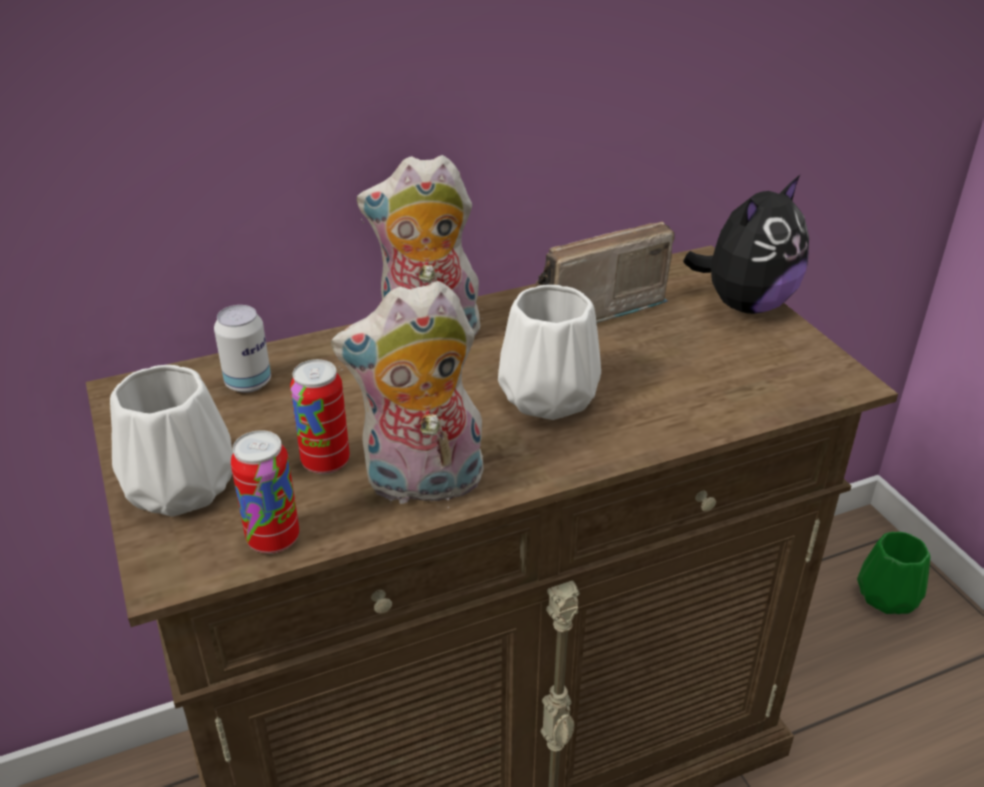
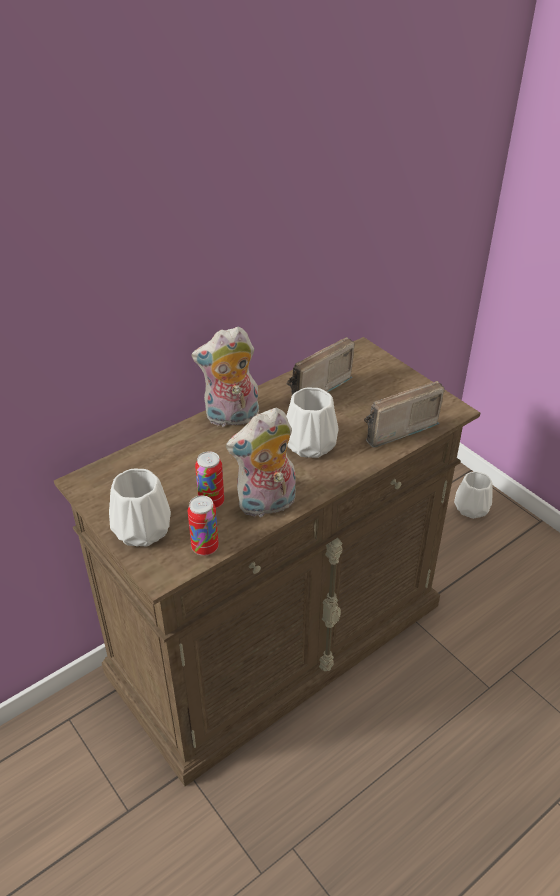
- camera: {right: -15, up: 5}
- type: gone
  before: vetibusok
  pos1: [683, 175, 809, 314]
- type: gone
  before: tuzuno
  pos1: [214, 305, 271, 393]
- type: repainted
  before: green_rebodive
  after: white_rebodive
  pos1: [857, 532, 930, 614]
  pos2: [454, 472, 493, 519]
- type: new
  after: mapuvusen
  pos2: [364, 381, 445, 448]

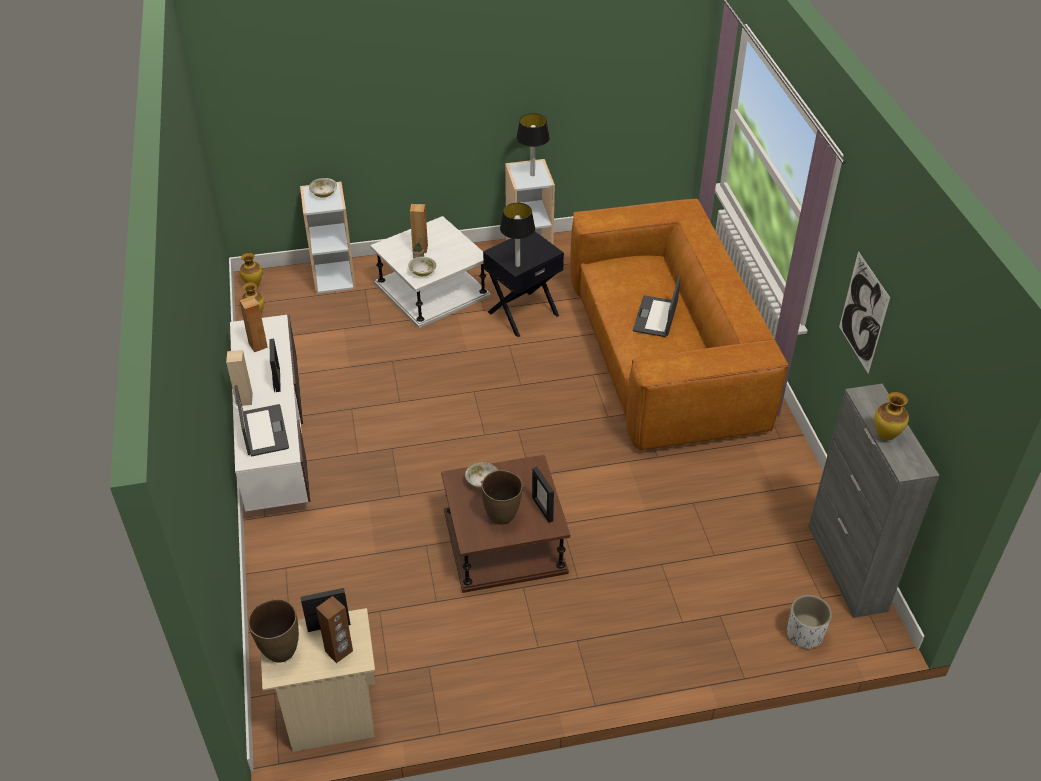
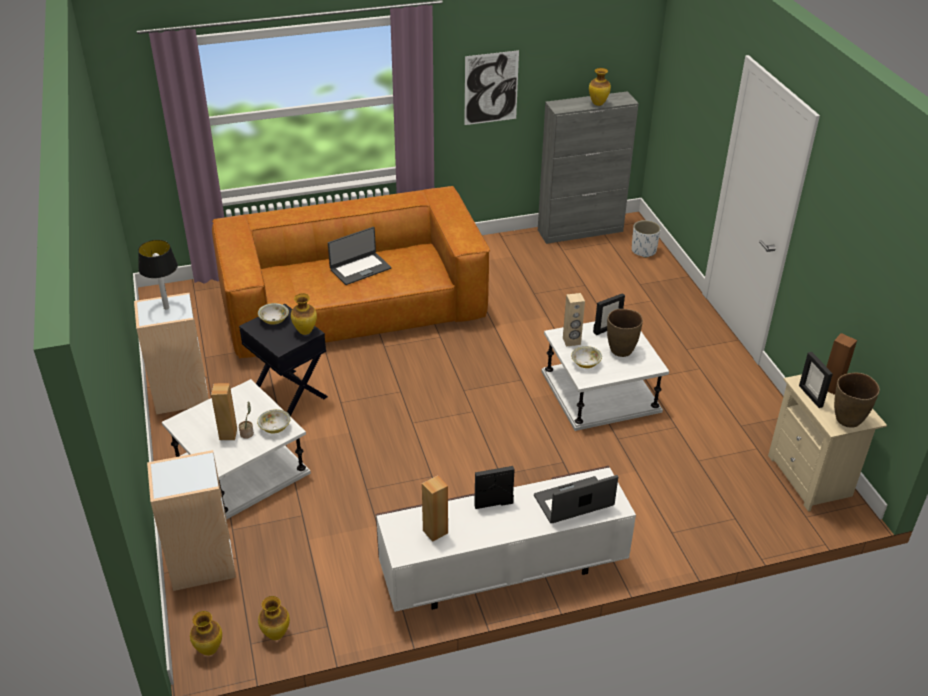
- camera: {right: -95, up: -5}
- type: shifted
  before: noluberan
  pos1: [309, 178, 337, 198]
  pos2: [258, 303, 289, 325]
- type: swapped
  before: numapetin
  after: rebodive
  pos1: [500, 203, 535, 267]
  pos2: [291, 294, 317, 335]
- type: rotated
  before: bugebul
  pos1: [633, 275, 681, 337]
  pos2: [328, 227, 391, 285]
  turn: -45
- type: shifted
  before: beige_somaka
  pos1: [226, 350, 253, 406]
  pos2: [563, 293, 585, 347]
- type: repainted
  before: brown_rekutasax
  after: white_rekutasax
  pos1: [441, 455, 570, 593]
  pos2: [541, 321, 669, 431]

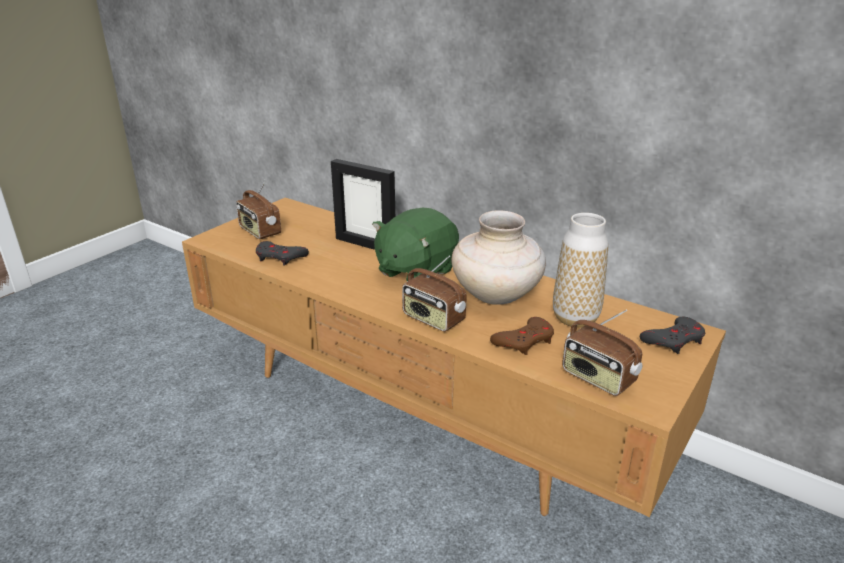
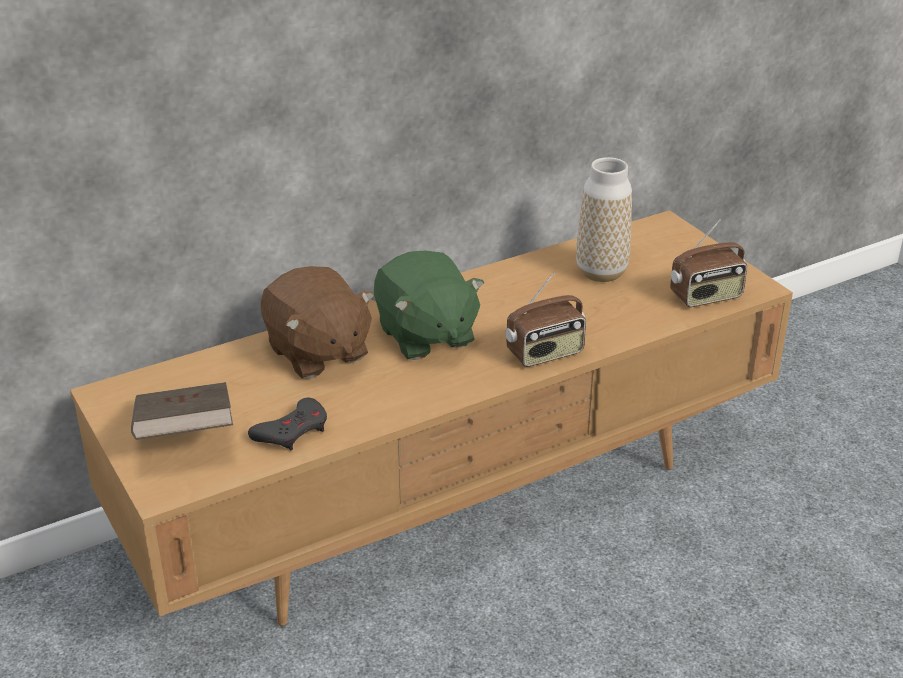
- camera: {right: -65, up: 5}
- type: swapped
  before: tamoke
  after: brown_vetibusok
  pos1: [331, 159, 395, 250]
  pos2: [261, 266, 374, 379]
- type: swapped
  before: mapuvusen
  after: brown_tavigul
  pos1: [236, 180, 281, 239]
  pos2: [131, 382, 233, 440]
- type: gone
  before: beige_rebodive
  pos1: [451, 210, 546, 305]
- type: gone
  before: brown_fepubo
  pos1: [490, 317, 554, 355]
- type: gone
  before: grey_fepubo
  pos1: [640, 317, 705, 354]

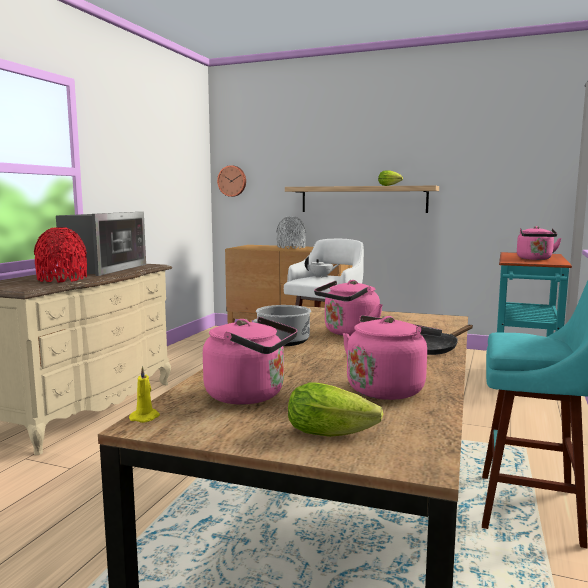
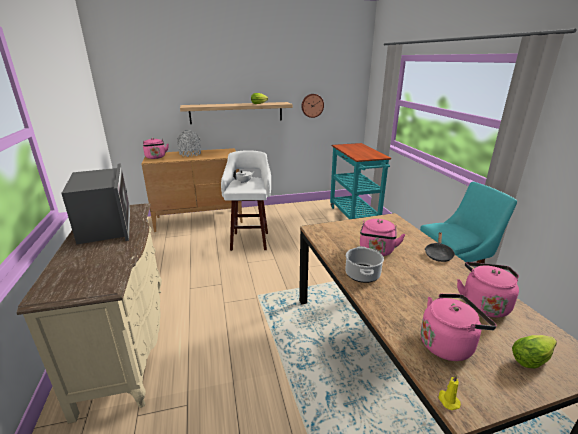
- camera: {right: -35, up: 15}
- type: shifted
  before: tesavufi
  pos1: [217, 165, 246, 197]
  pos2: [301, 94, 324, 118]
- type: shifted
  before: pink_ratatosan
  pos1: [517, 226, 562, 260]
  pos2: [143, 138, 169, 159]
- type: gone
  before: red_rebodive
  pos1: [34, 227, 87, 283]

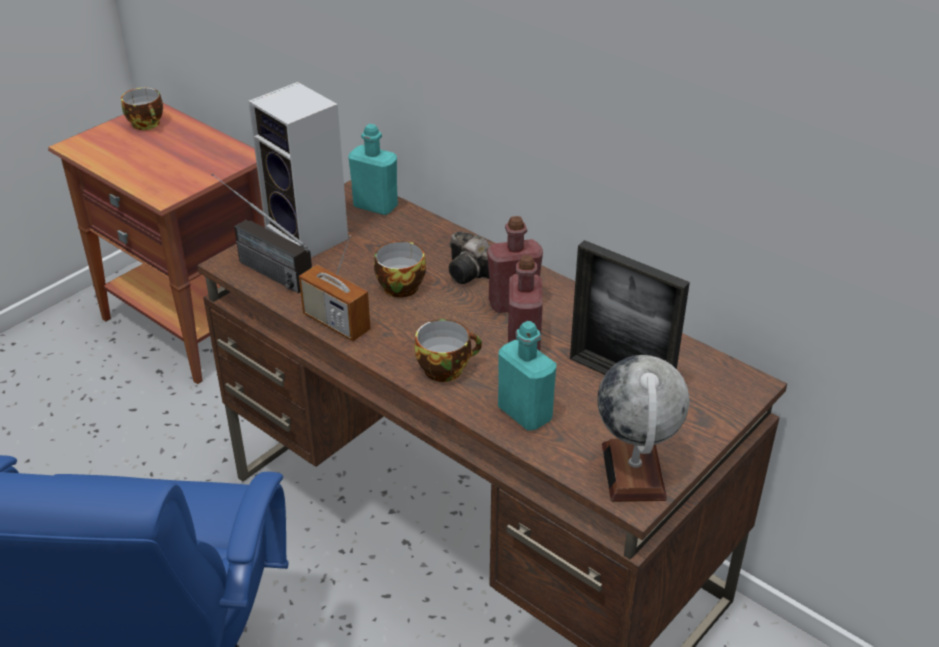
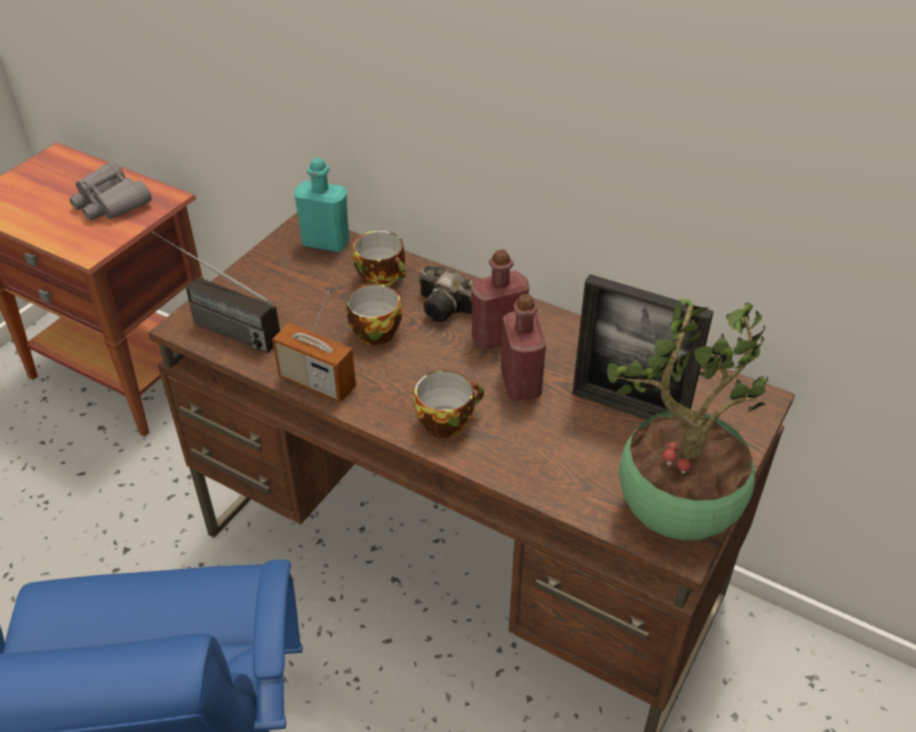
- camera: {right: -10, up: 5}
- type: gone
  before: somaka
  pos1: [248, 82, 348, 258]
- type: shifted
  before: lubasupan
  pos1: [121, 88, 163, 130]
  pos2: [353, 231, 406, 286]
- type: gone
  before: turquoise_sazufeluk
  pos1: [498, 321, 557, 431]
- type: swapped
  before: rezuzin
  after: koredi
  pos1: [598, 355, 689, 502]
  pos2: [607, 298, 768, 540]
- type: new
  after: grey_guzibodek
  pos2: [69, 161, 152, 221]

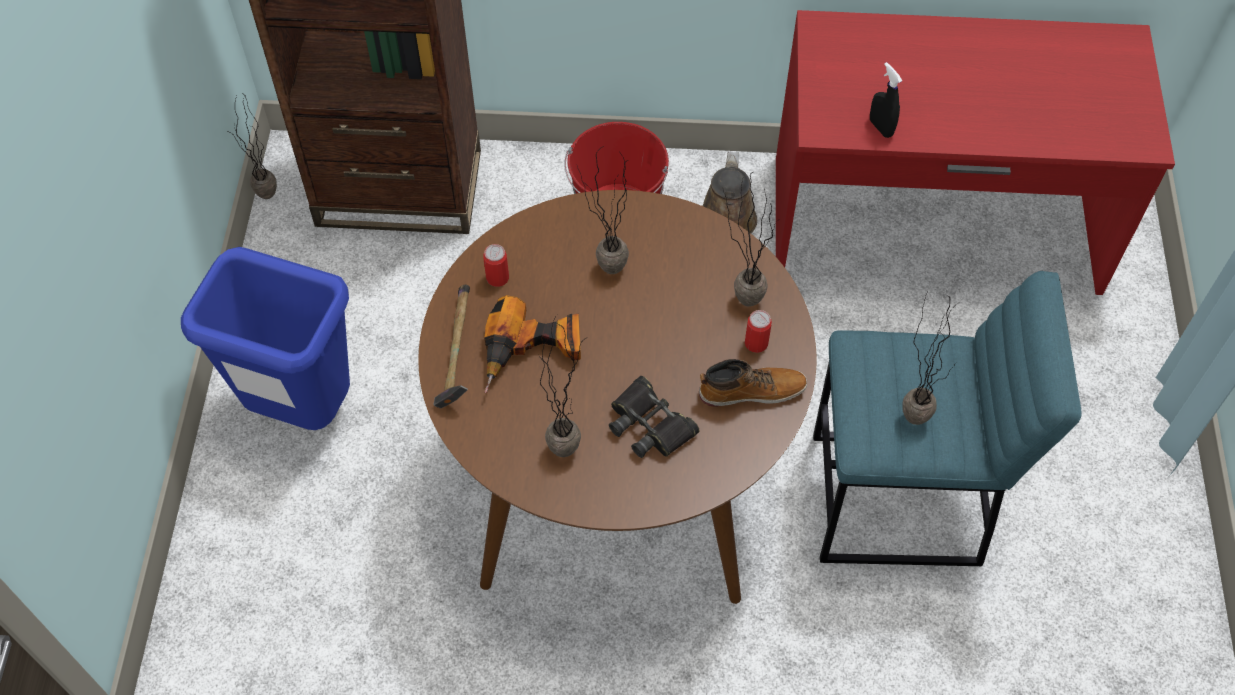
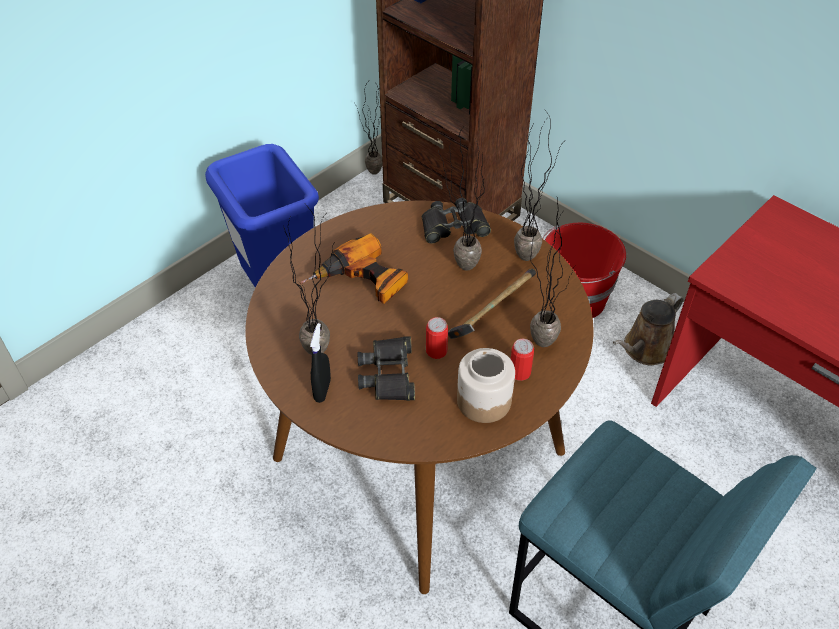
- camera: {right: 40, up: -10}
- type: shifted
  before: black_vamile
  pos1: [870, 62, 902, 138]
  pos2: [310, 323, 331, 403]
- type: shifted
  before: tuzuno
  pos1: [483, 244, 509, 287]
  pos2: [426, 317, 448, 359]
- type: shifted
  before: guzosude
  pos1: [434, 285, 470, 409]
  pos2: [448, 269, 536, 339]
- type: shifted
  before: koredi
  pos1: [902, 296, 960, 425]
  pos2: [514, 110, 567, 261]
- type: swapped
  before: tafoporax
  after: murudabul
  pos1: [699, 359, 807, 407]
  pos2: [457, 348, 515, 423]
- type: new
  after: black_guzibodek
  pos2: [422, 198, 491, 244]

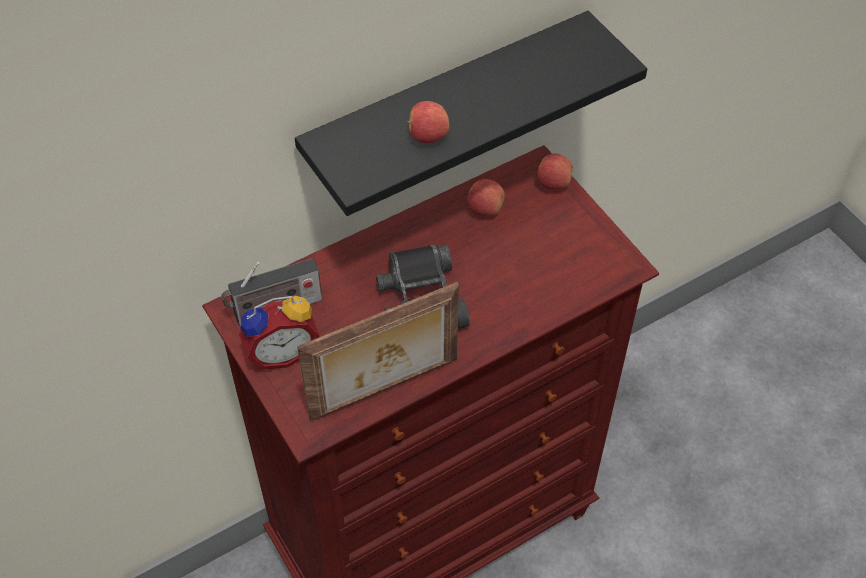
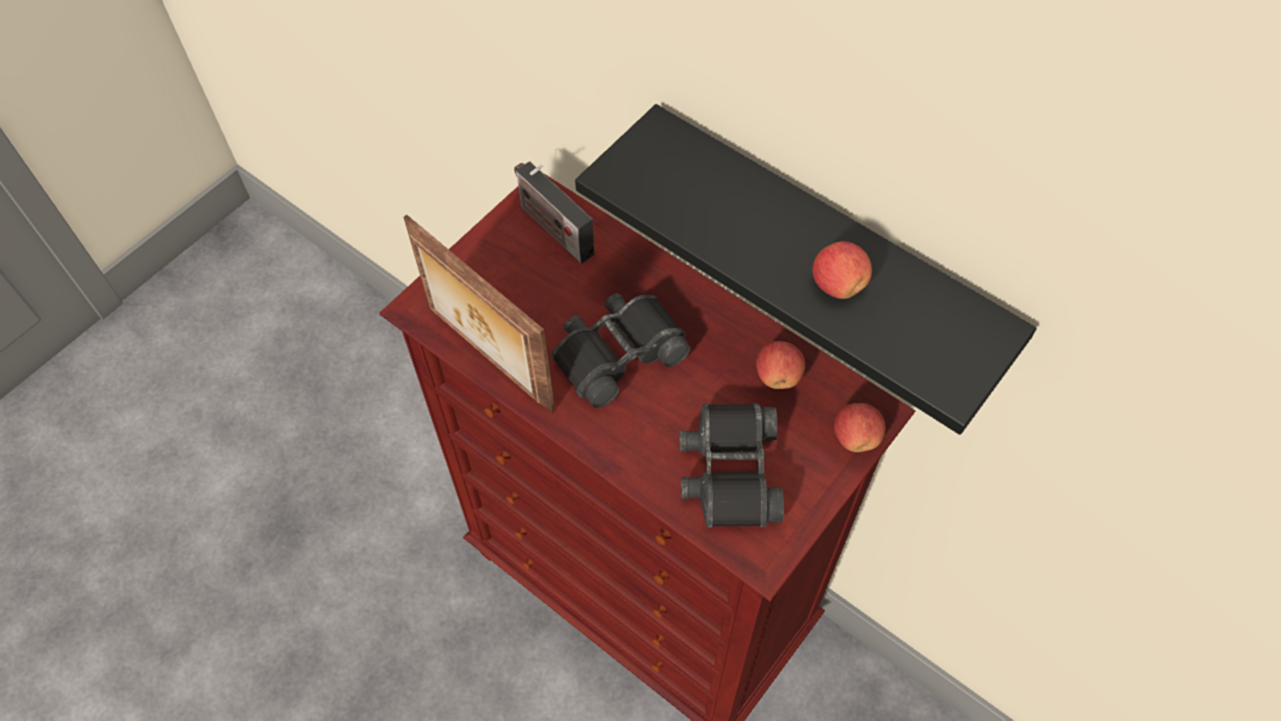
- camera: {right: 70, up: 5}
- type: shifted
  before: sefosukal
  pos1: [407, 101, 449, 144]
  pos2: [812, 241, 872, 299]
- type: gone
  before: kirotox
  pos1: [239, 296, 320, 369]
- type: new
  after: black_guzibodek
  pos2: [680, 403, 784, 528]

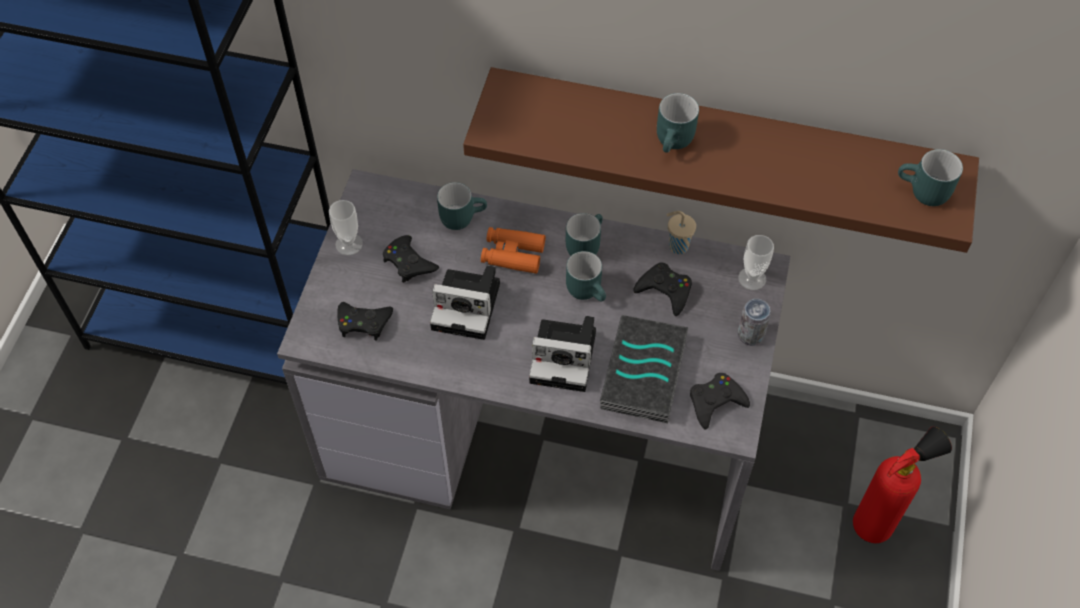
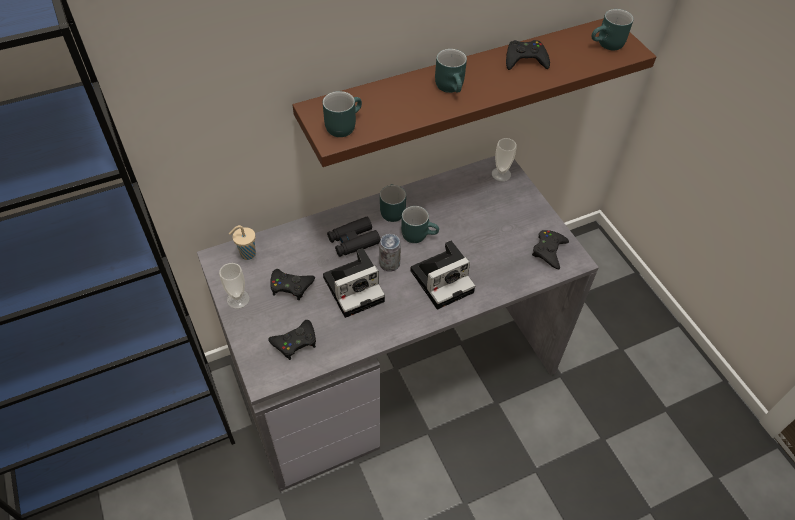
- camera: {right: -40, up: -5}
- type: shifted
  before: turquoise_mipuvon
  pos1: [437, 182, 487, 230]
  pos2: [323, 91, 362, 137]
- type: shifted
  before: beige_lubasupan
  pos1: [666, 211, 696, 254]
  pos2: [229, 225, 256, 260]
- type: repainted
  before: orange_guzibodek
  after: black_guzibodek
  pos1: [481, 227, 545, 274]
  pos2: [327, 217, 381, 257]
- type: shifted
  before: black_fepubo
  pos1: [634, 262, 692, 316]
  pos2: [506, 40, 550, 70]
- type: shifted
  before: tuzuno
  pos1: [737, 299, 771, 346]
  pos2: [379, 234, 401, 272]
- type: gone
  before: tavigul
  pos1: [600, 315, 688, 423]
- type: gone
  before: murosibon
  pos1: [853, 427, 952, 543]

